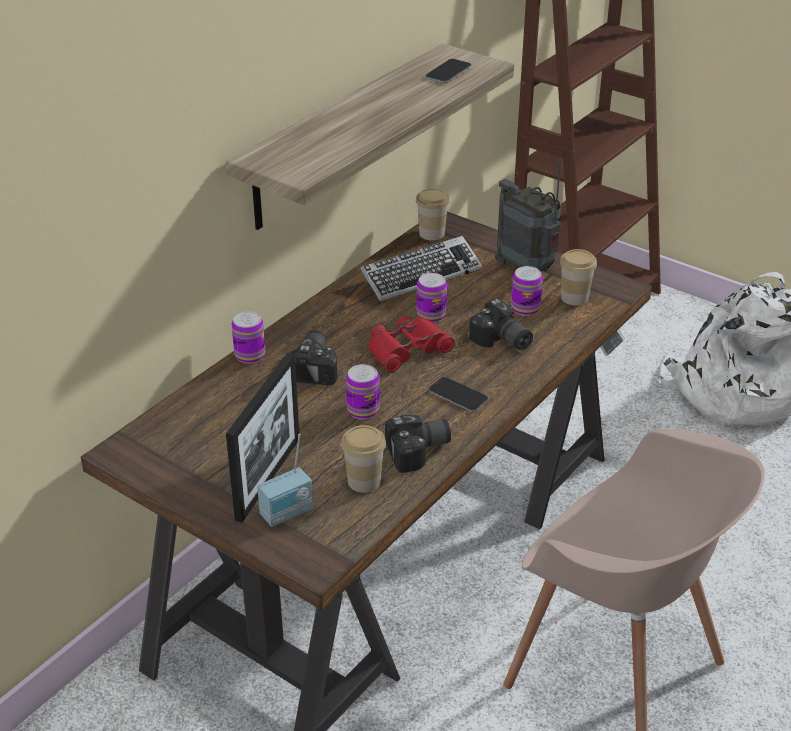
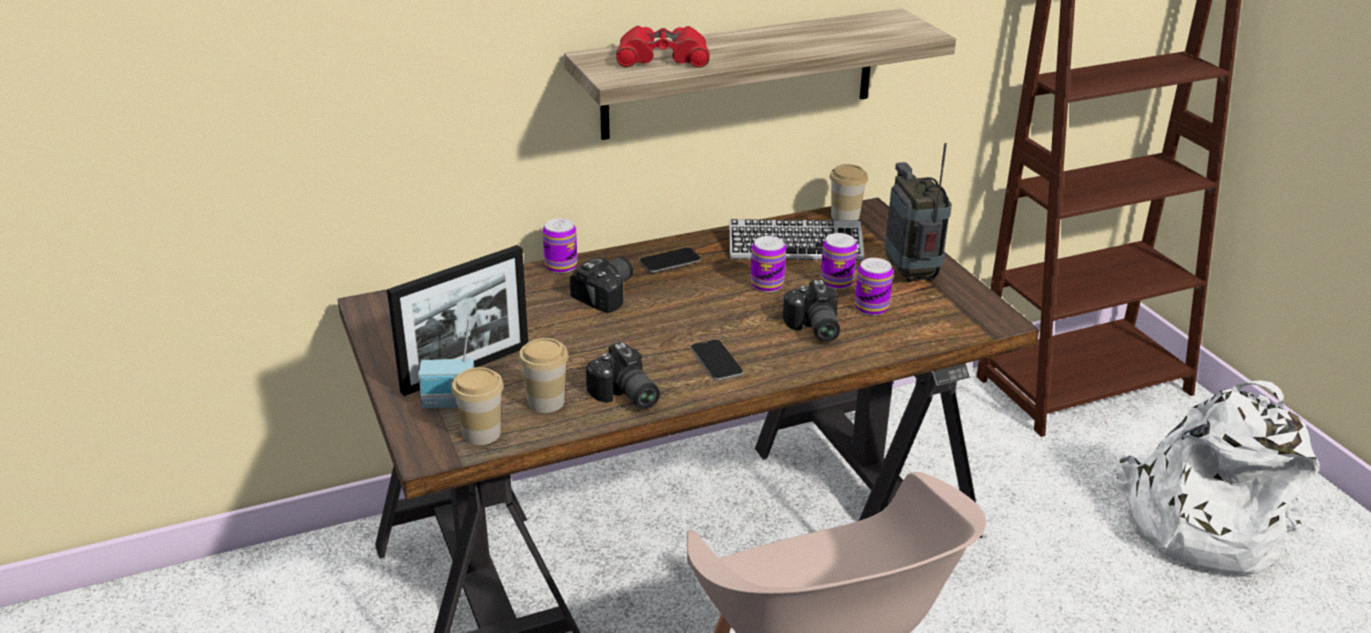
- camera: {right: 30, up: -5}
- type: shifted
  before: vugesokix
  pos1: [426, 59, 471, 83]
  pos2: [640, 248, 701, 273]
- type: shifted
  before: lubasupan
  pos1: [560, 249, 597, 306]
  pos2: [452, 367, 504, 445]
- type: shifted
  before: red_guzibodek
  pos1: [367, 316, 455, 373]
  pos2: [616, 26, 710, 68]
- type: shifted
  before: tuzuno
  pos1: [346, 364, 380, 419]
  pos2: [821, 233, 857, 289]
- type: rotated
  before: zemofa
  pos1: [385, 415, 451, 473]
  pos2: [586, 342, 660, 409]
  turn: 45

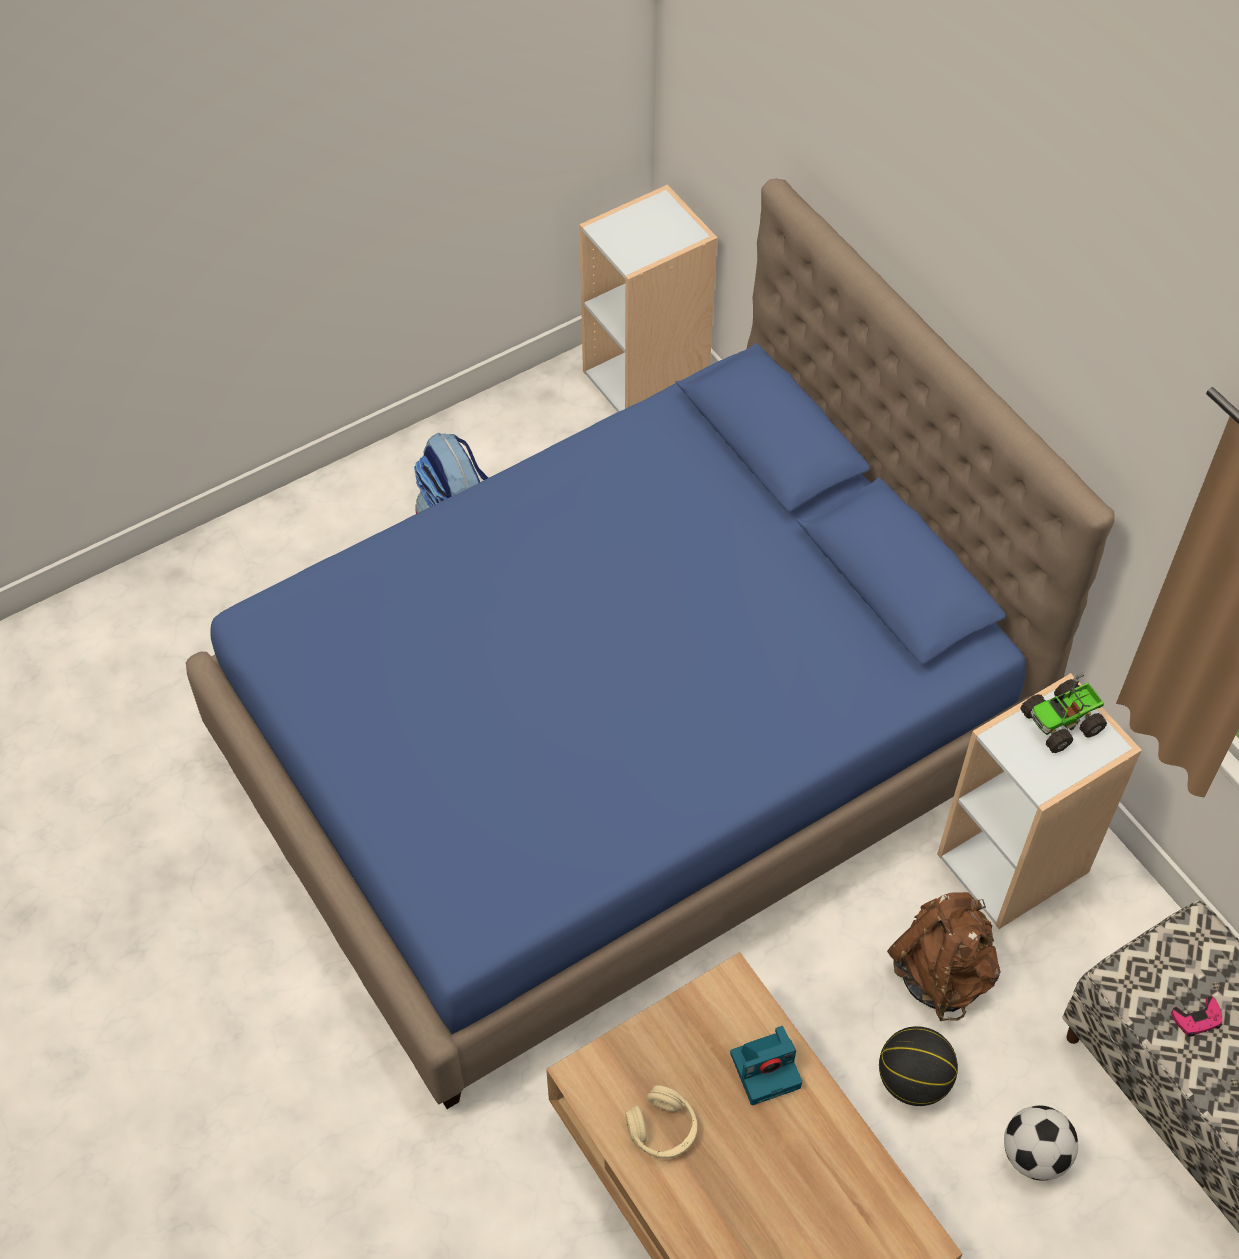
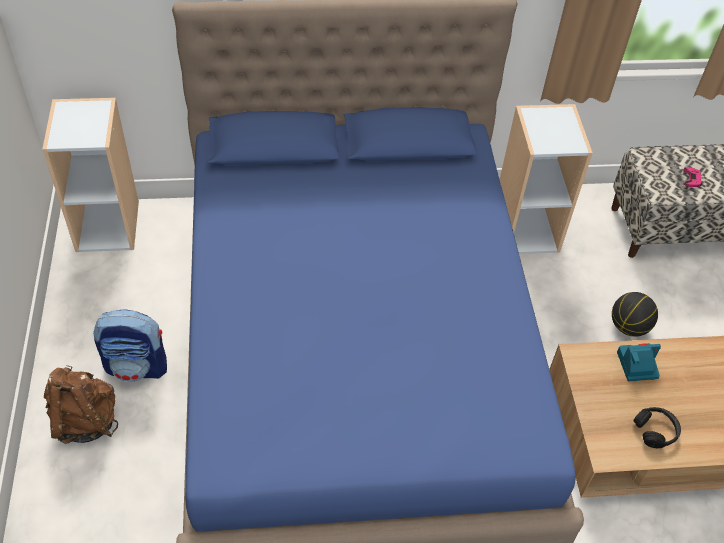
- camera: {right: -65, up: -5}
- type: gone
  before: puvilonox
  pos1: [1021, 673, 1107, 753]
- type: shifted
  before: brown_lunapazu
  pos1: [887, 892, 1001, 1021]
  pos2: [44, 365, 118, 444]
- type: rotated
  before: zemofa
  pos1: [730, 1026, 802, 1105]
  pos2: [617, 343, 661, 381]
  turn: -105
- type: repainted
  before: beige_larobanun
  after: black_larobanun
  pos1: [625, 1085, 697, 1159]
  pos2: [633, 407, 681, 448]
- type: gone
  before: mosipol
  pos1: [1004, 1106, 1078, 1181]

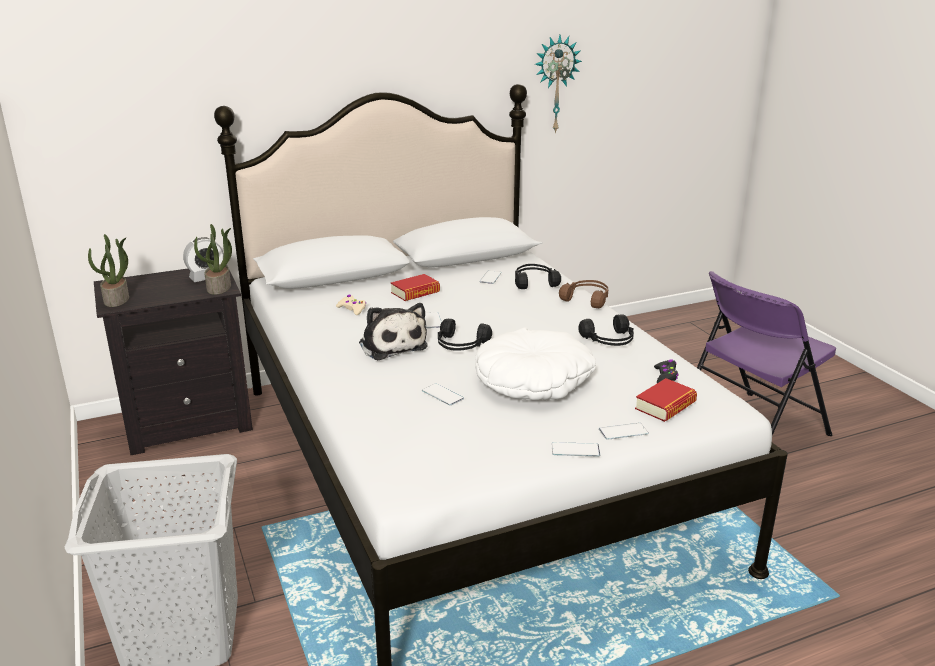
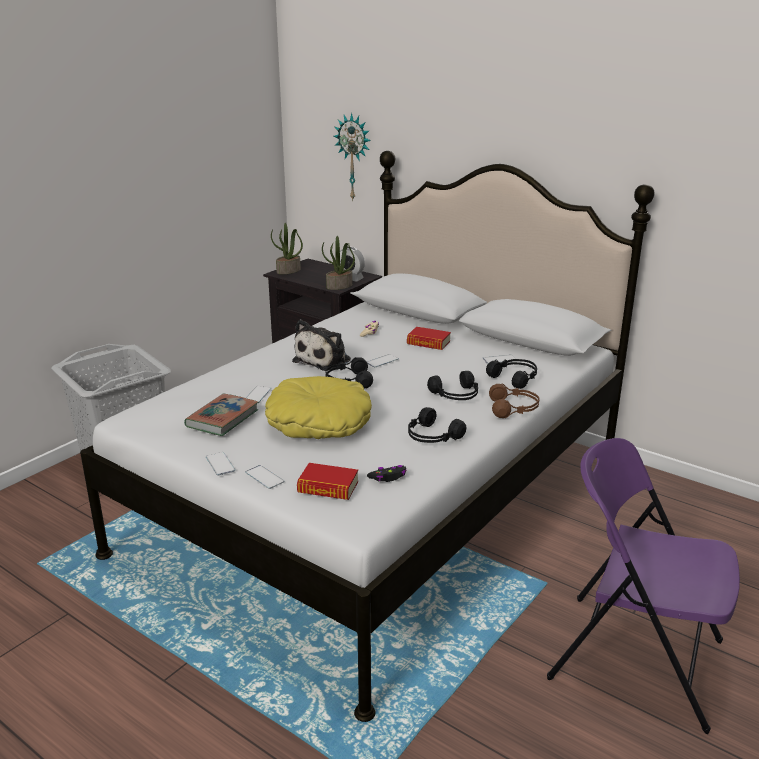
- camera: {right: 60, up: 0}
- type: shifted
  before: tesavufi
  pos1: [535, 35, 582, 133]
  pos2: [334, 113, 371, 201]
- type: repainted
  before: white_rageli
  after: yellow_rageli
  pos1: [475, 327, 596, 400]
  pos2: [265, 376, 372, 439]
- type: new
  after: black_larobanun
  pos2: [427, 371, 478, 400]
- type: new
  after: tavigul
  pos2: [184, 394, 258, 436]

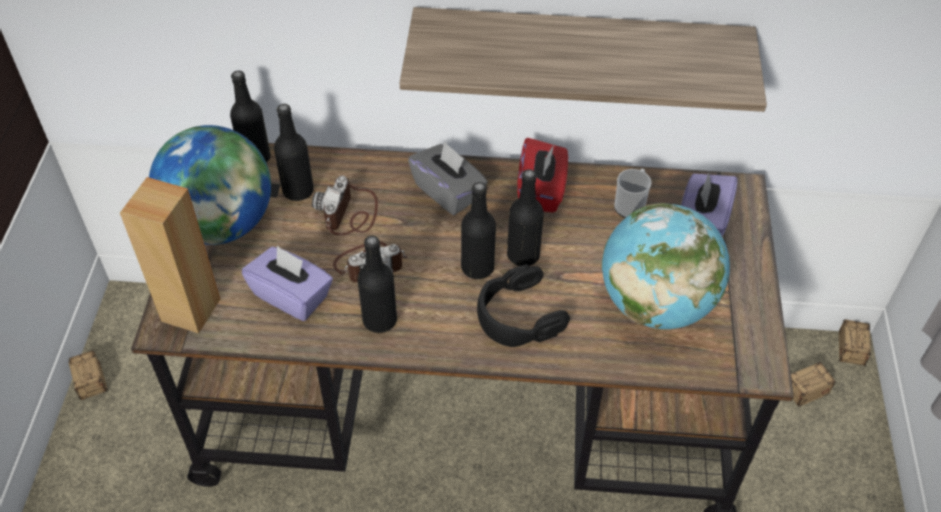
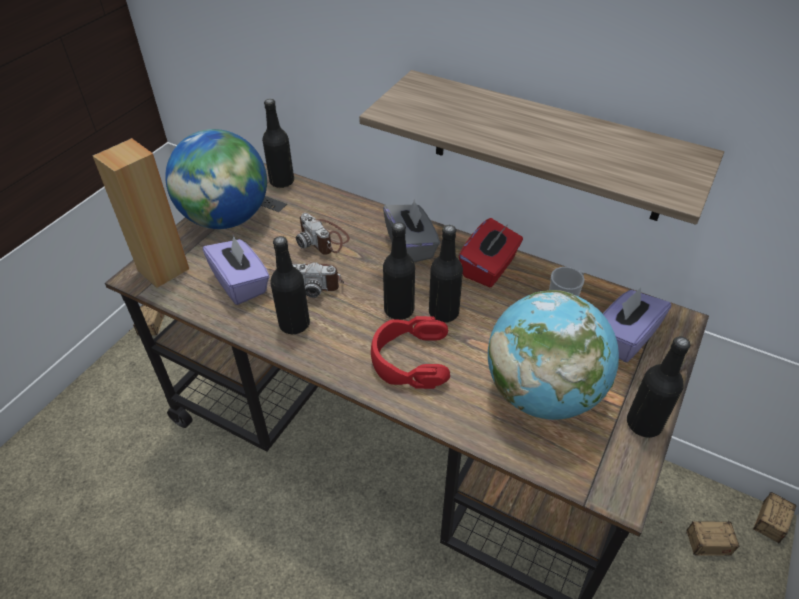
- camera: {right: 25, up: -5}
- type: shifted
  before: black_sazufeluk
  pos1: [274, 104, 314, 201]
  pos2: [627, 337, 690, 438]
- type: rotated
  before: zemofa
  pos1: [312, 176, 378, 236]
  pos2: [296, 213, 350, 255]
  turn: -75
- type: repainted
  before: black_larobanun
  after: red_larobanun
  pos1: [477, 264, 570, 347]
  pos2: [371, 316, 450, 389]

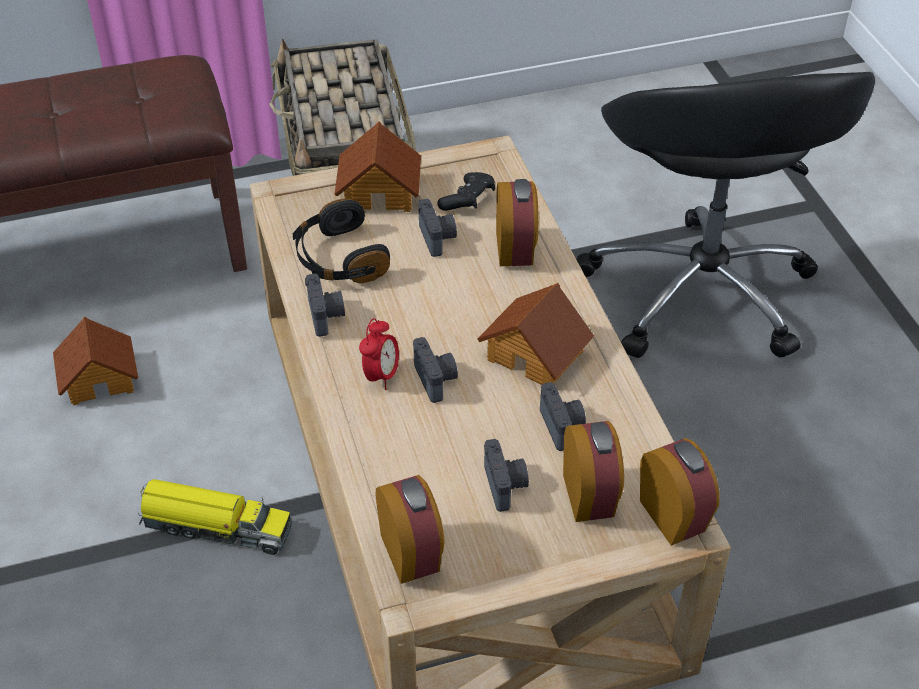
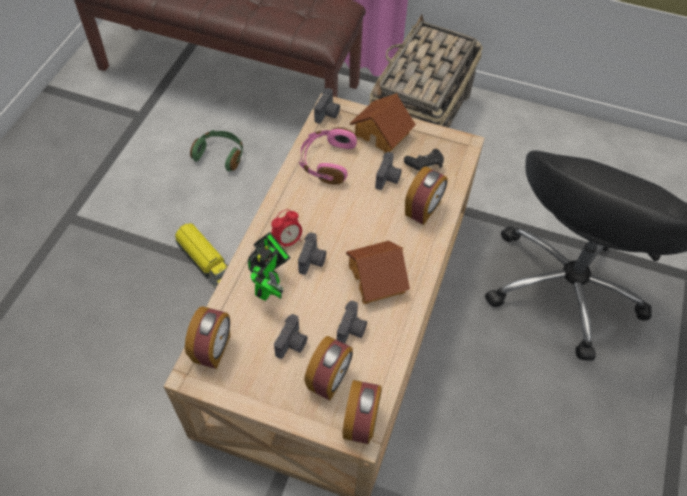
- camera: {right: 35, up: 10}
- type: repainted
  before: black_larobanun
  after: pink_larobanun
  pos1: [293, 199, 390, 283]
  pos2: [299, 127, 357, 185]
- type: shifted
  before: zemofa
  pos1: [305, 274, 345, 337]
  pos2: [314, 88, 340, 124]
- type: swapped
  before: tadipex
  after: green_larobanun
  pos1: [53, 317, 138, 405]
  pos2: [190, 130, 243, 171]
- type: new
  after: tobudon
  pos2: [248, 232, 290, 301]

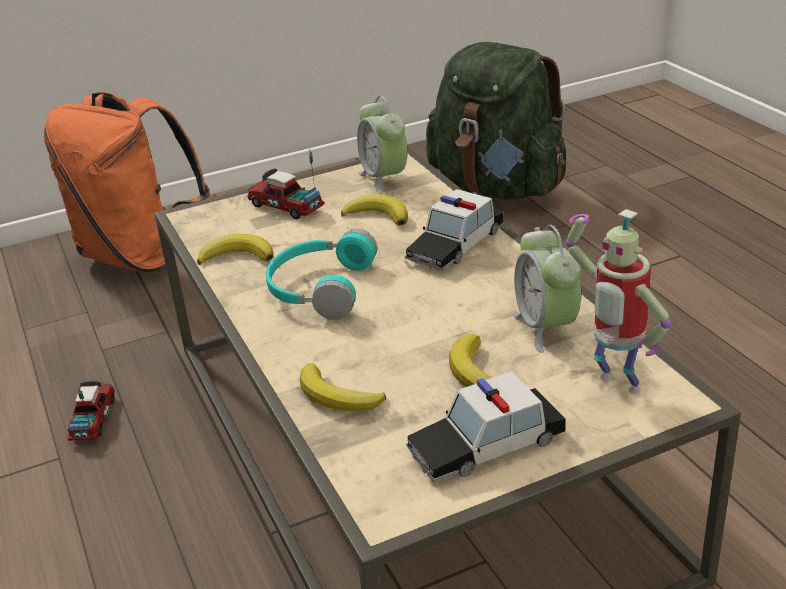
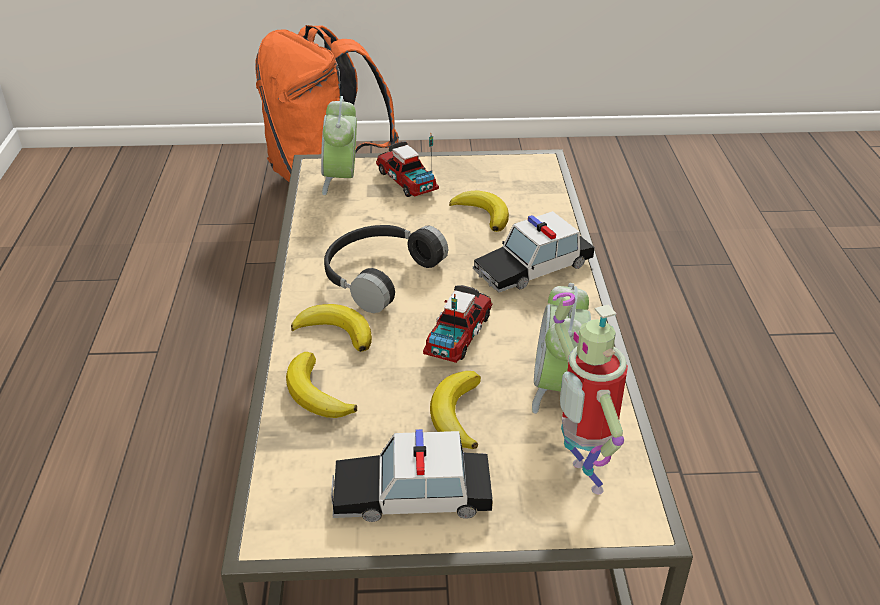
- camera: {right: 20, up: 5}
- type: gone
  before: green_lunapazu
  pos1: [426, 42, 566, 200]
- type: shifted
  before: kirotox
  pos1: [357, 96, 407, 194]
  pos2: [321, 96, 357, 195]
- type: repainted
  before: turquoise_larobanun
  after: black_larobanun
  pos1: [266, 229, 377, 320]
  pos2: [324, 225, 448, 313]
- type: shifted
  before: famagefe
  pos1: [197, 234, 274, 265]
  pos2: [291, 304, 372, 352]
- type: shifted
  before: puvilonox
  pos1: [68, 381, 115, 441]
  pos2: [423, 285, 493, 363]

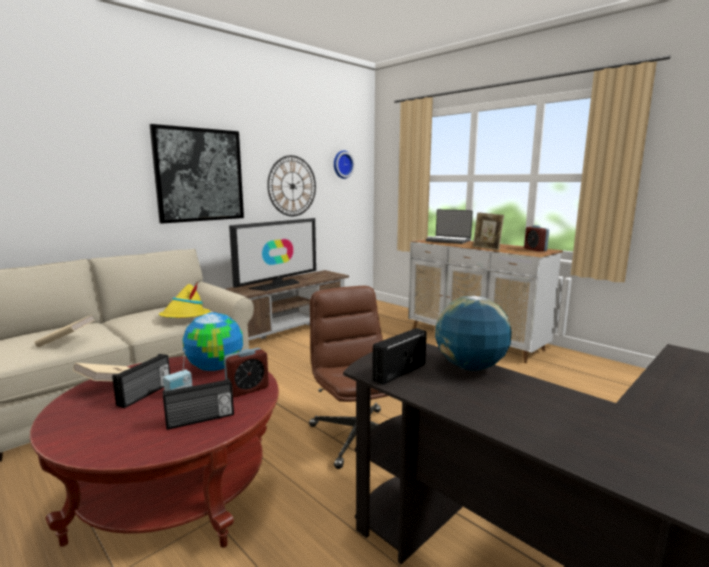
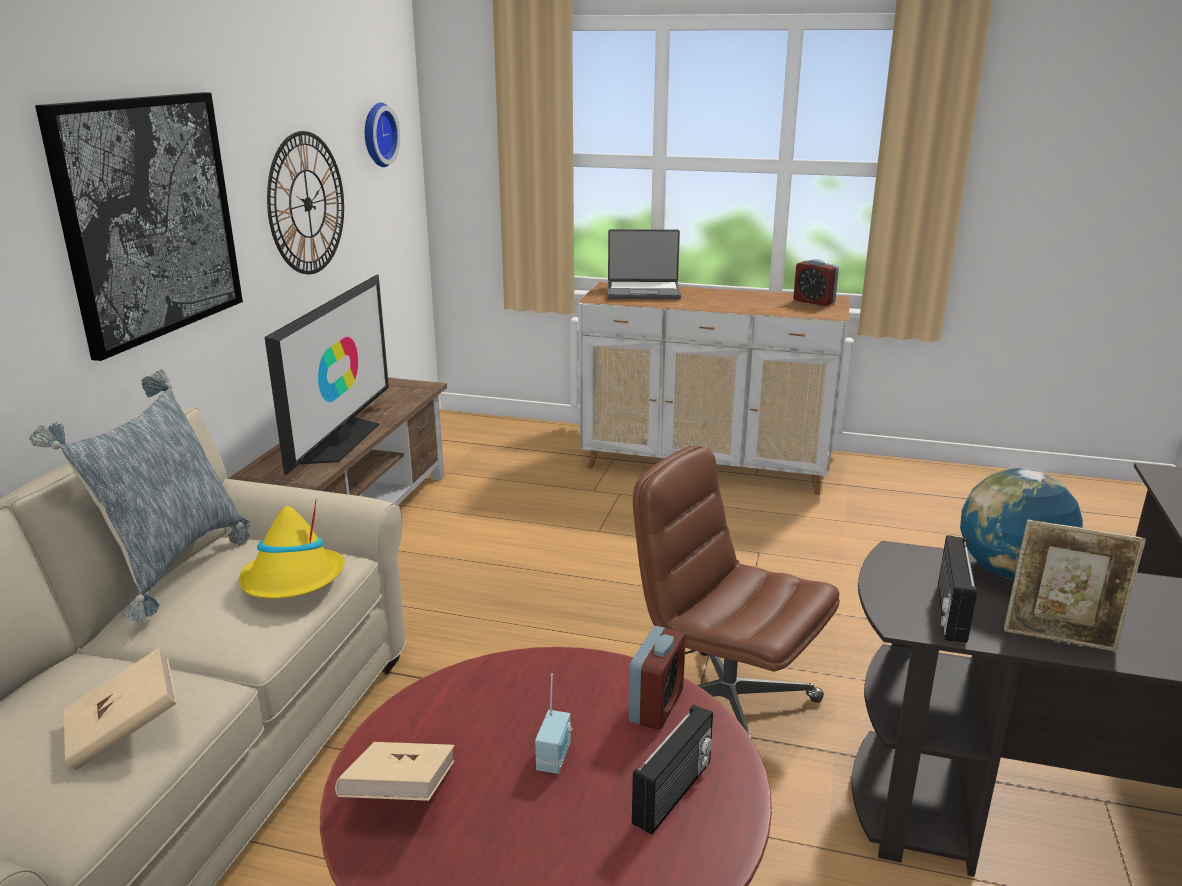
- camera: {right: -30, up: 10}
- type: shifted
  before: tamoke
  pos1: [473, 212, 504, 250]
  pos2: [1004, 519, 1146, 651]
- type: gone
  before: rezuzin
  pos1: [182, 313, 243, 371]
- type: gone
  before: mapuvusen
  pos1: [112, 354, 170, 408]
- type: new
  after: rageli
  pos2: [29, 369, 250, 623]

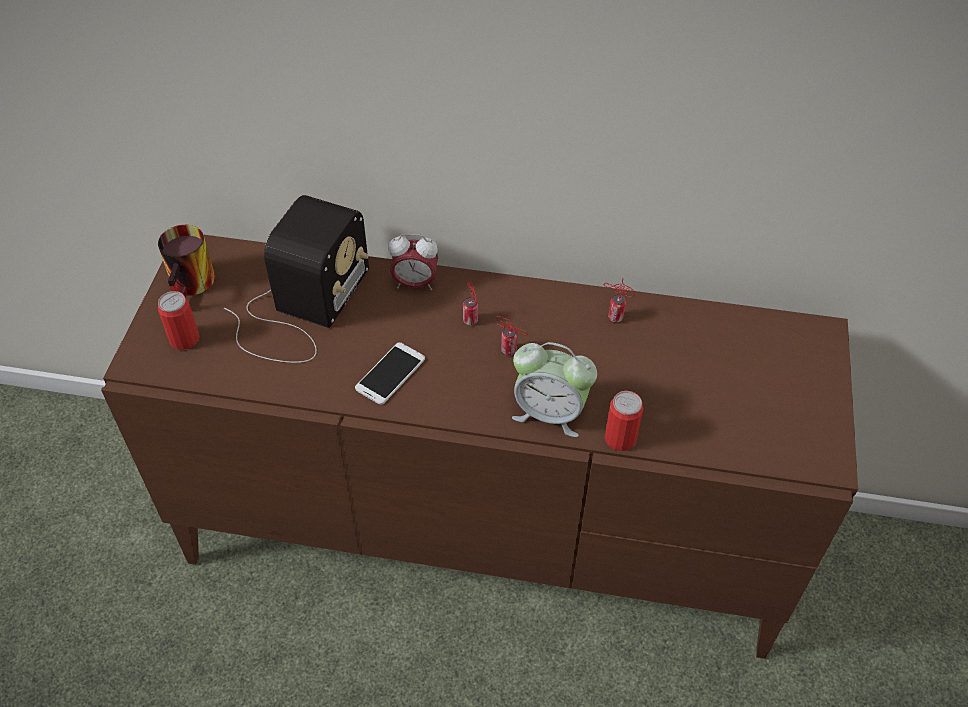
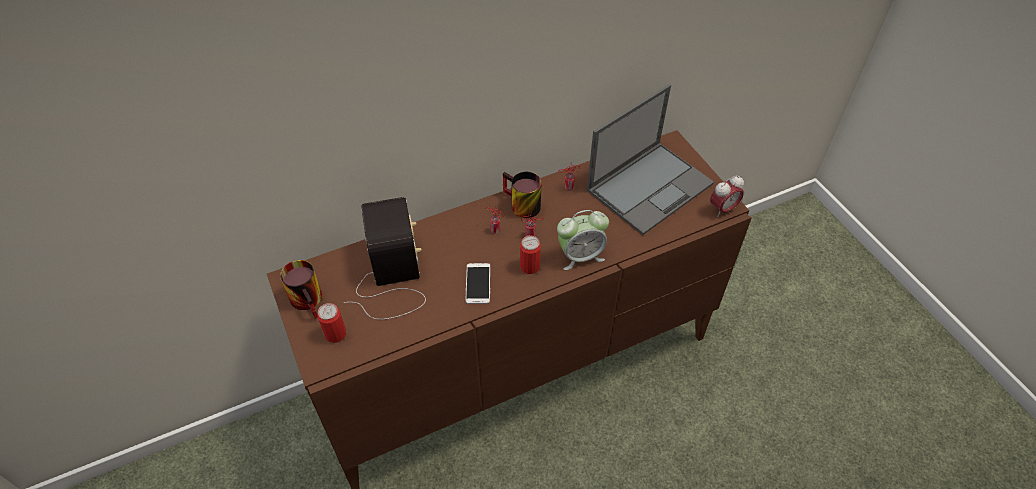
- camera: {right: -35, up: 0}
- type: shifted
  before: kirotox
  pos1: [389, 234, 438, 290]
  pos2: [710, 175, 744, 217]
- type: shifted
  before: tuzuno
  pos1: [605, 391, 643, 451]
  pos2: [520, 236, 541, 274]
- type: new
  after: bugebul
  pos2: [587, 84, 714, 235]
- type: new
  after: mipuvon
  pos2: [503, 172, 541, 218]

